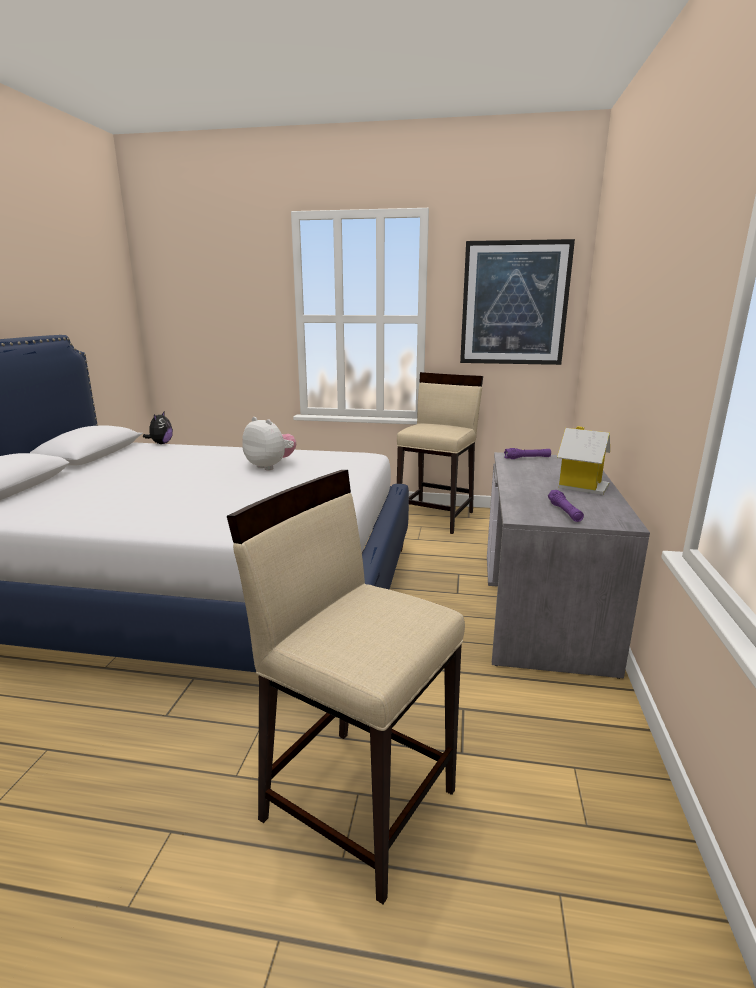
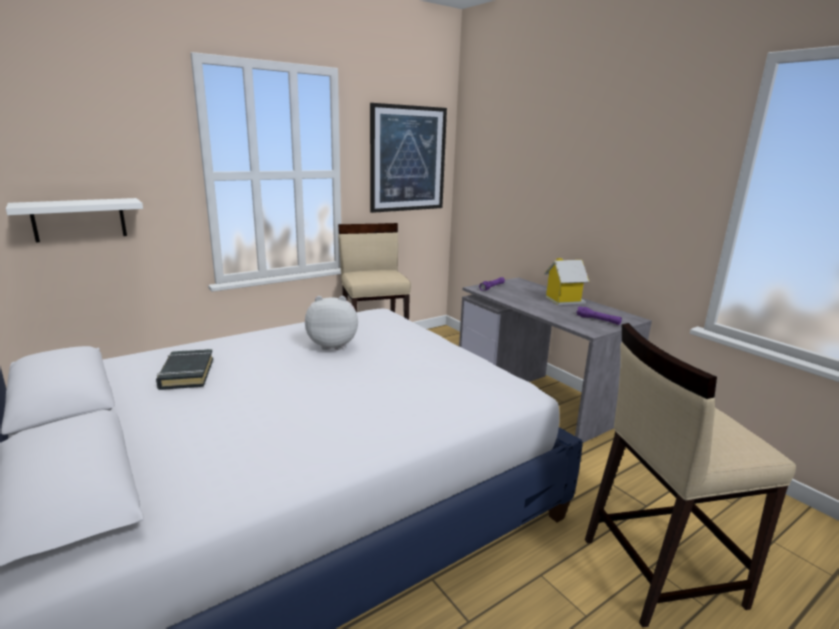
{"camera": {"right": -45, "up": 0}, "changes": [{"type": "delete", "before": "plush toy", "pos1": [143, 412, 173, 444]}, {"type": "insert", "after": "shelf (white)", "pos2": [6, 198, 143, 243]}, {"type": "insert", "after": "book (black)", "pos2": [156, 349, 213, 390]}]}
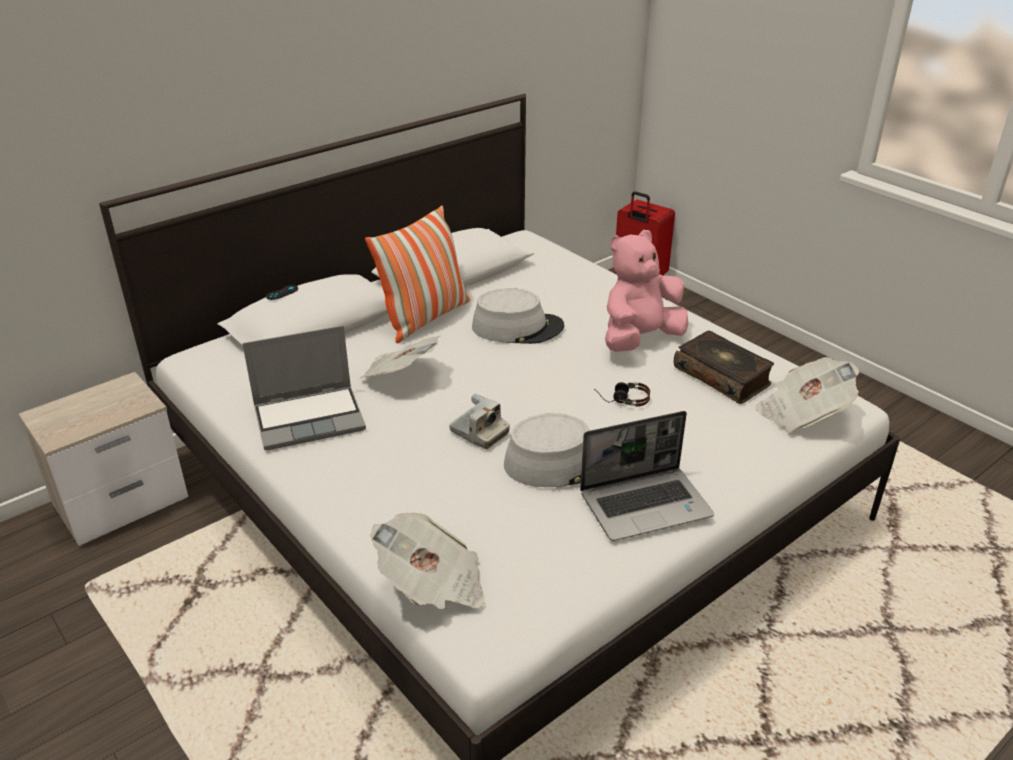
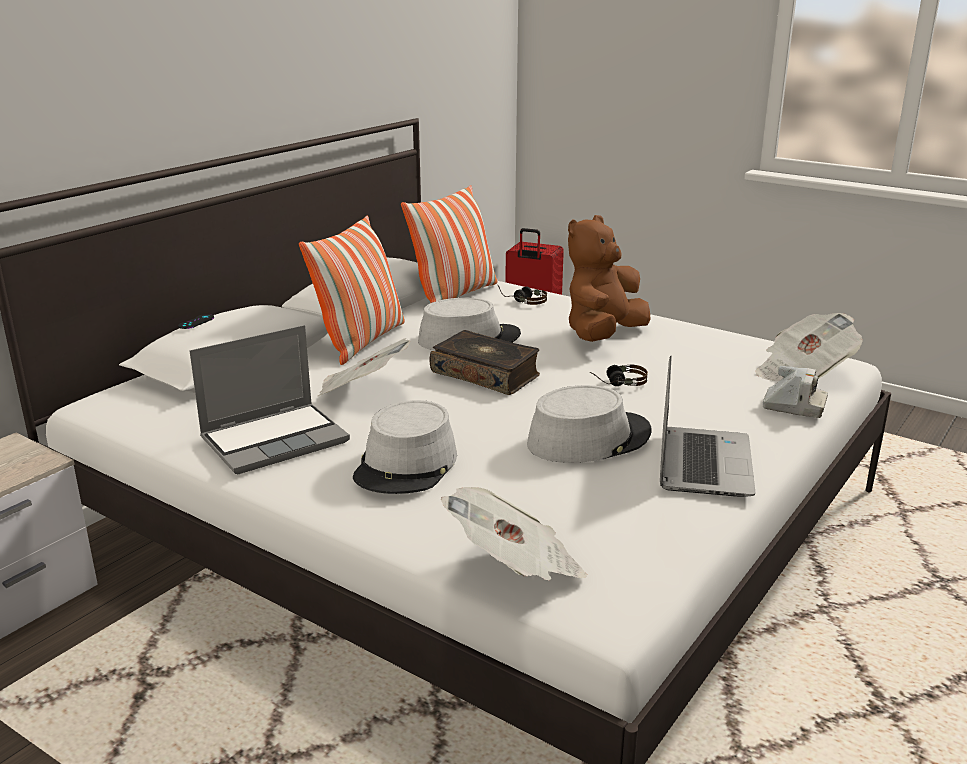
{"camera": {"right": -15, "up": -10}, "changes": [{"type": "recolor", "before": "plush toy (pink)", "after": "plush toy (brown)", "pos1": [605, 230, 688, 352], "pos2": [568, 215, 651, 342]}, {"type": "move", "before": "book", "pos1": [674, 331, 774, 404], "pos2": [430, 330, 540, 395]}, {"type": "move", "before": "photo camera", "pos1": [449, 394, 510, 449], "pos2": [763, 366, 828, 418]}, {"type": "rotate", "before": "laptop", "pos1": [580, 411, 714, 541], "pos2": [660, 356, 755, 497], "turn": -45}, {"type": "insert", "after": "pillow", "pos2": [401, 185, 498, 303]}, {"type": "insert", "after": "headphones", "pos2": [497, 284, 547, 305]}, {"type": "insert", "after": "hat (grey)", "pos2": [353, 400, 457, 494]}]}
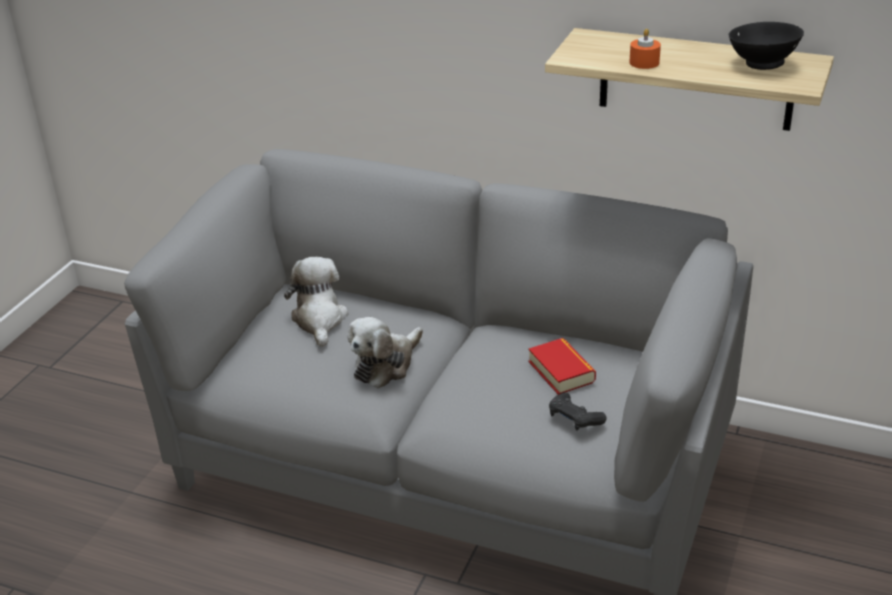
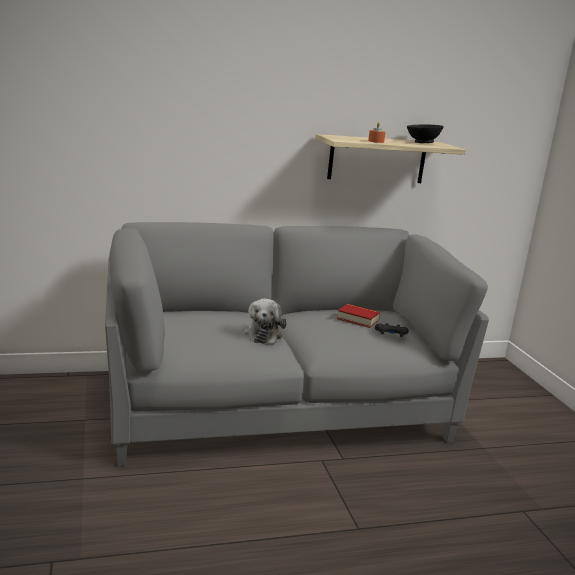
{"camera": {"right": -40, "up": -15}, "changes": [{"type": "delete", "before": "plush toy", "pos1": [284, 257, 348, 347]}]}
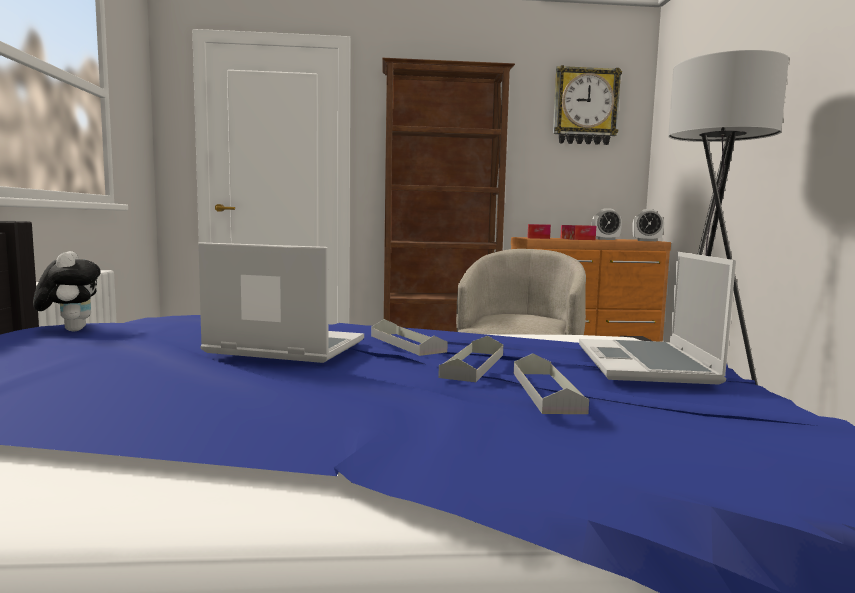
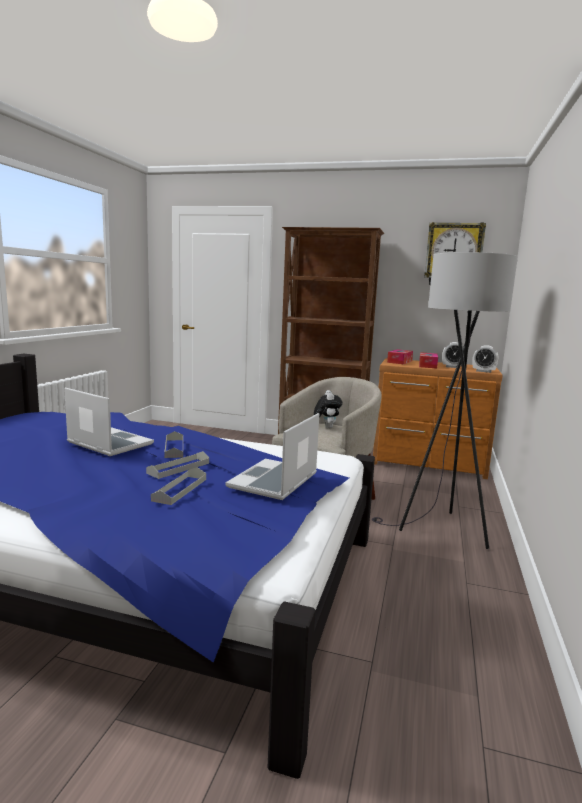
{"camera": {"right": 20, "up": 5}, "changes": [{"type": "move", "before": "plush toy", "pos1": [33, 251, 101, 331], "pos2": [314, 390, 343, 429]}]}
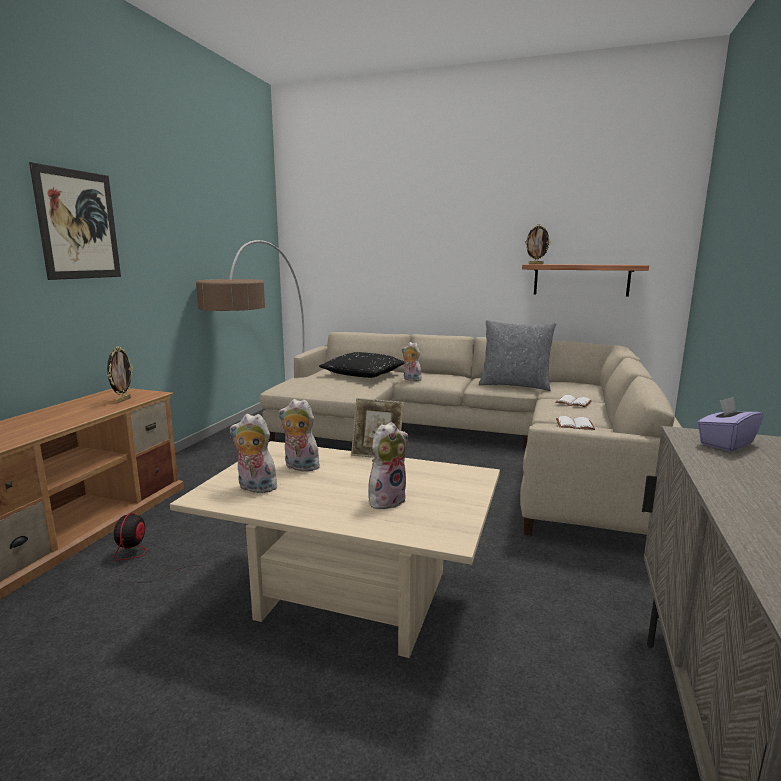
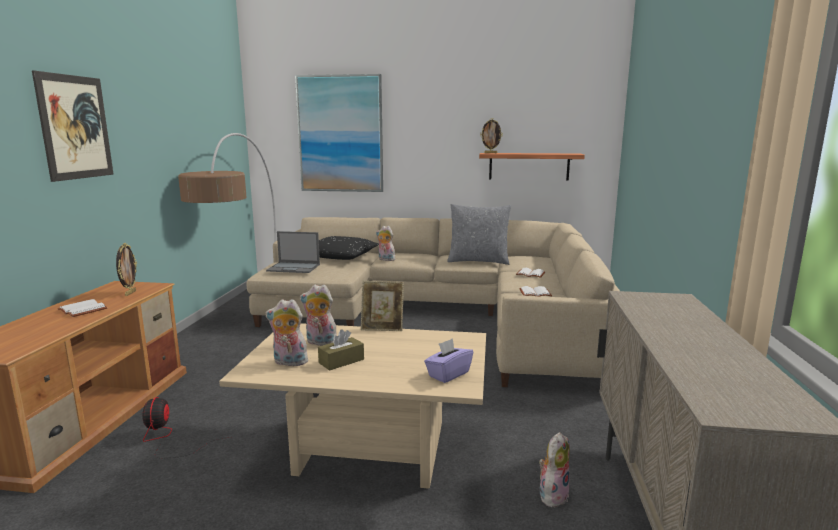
{"camera": {"right": -10, "up": 0}, "changes": [{"type": "move", "before": "tissue box (purple)", "pos1": [697, 396, 763, 452], "pos2": [424, 338, 473, 383]}, {"type": "move", "before": "plush toy", "pos1": [368, 422, 408, 509], "pos2": [539, 432, 570, 507]}, {"type": "insert", "after": "picture", "pos2": [295, 74, 383, 192]}, {"type": "insert", "after": "laptop", "pos2": [266, 231, 320, 273]}, {"type": "insert", "after": "book (white)", "pos2": [58, 299, 107, 317]}, {"type": "insert", "after": "tissue box (brown)", "pos2": [318, 329, 364, 371]}]}
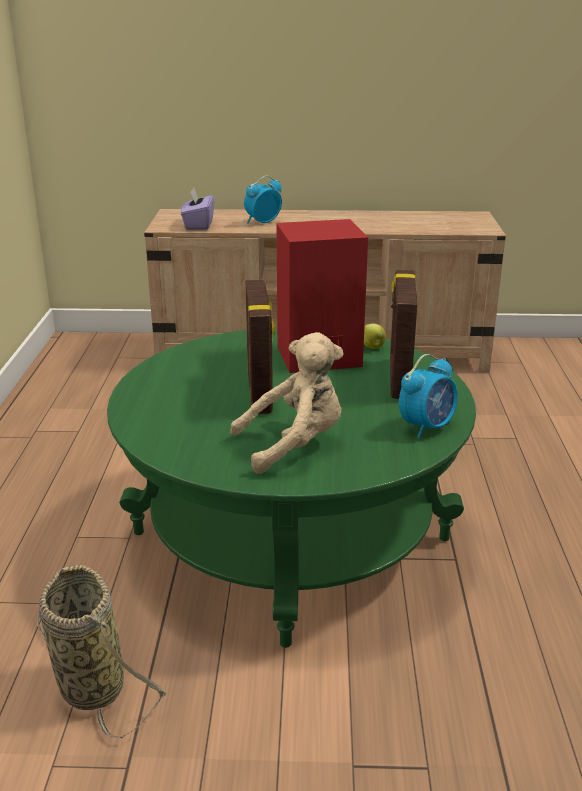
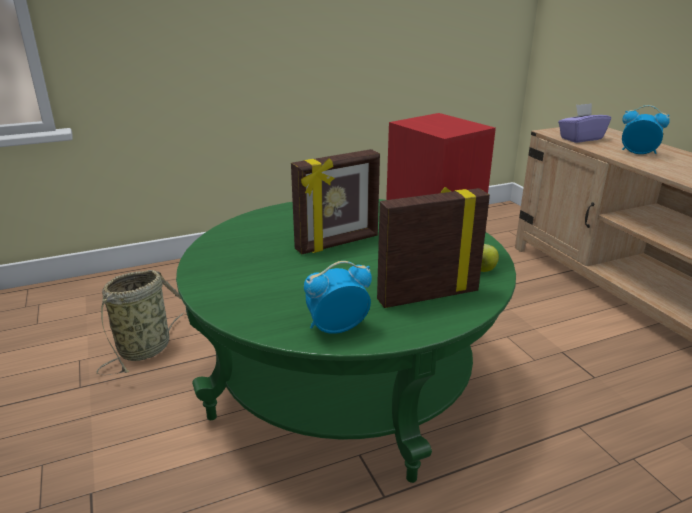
{"camera": {"right": 65, "up": 0}, "changes": [{"type": "delete", "before": "plush toy (beige)", "pos1": [230, 332, 344, 474]}, {"type": "rotate", "before": "alarm clock", "pos1": [399, 354, 458, 439], "pos2": [304, 261, 372, 334], "turn": 135}]}
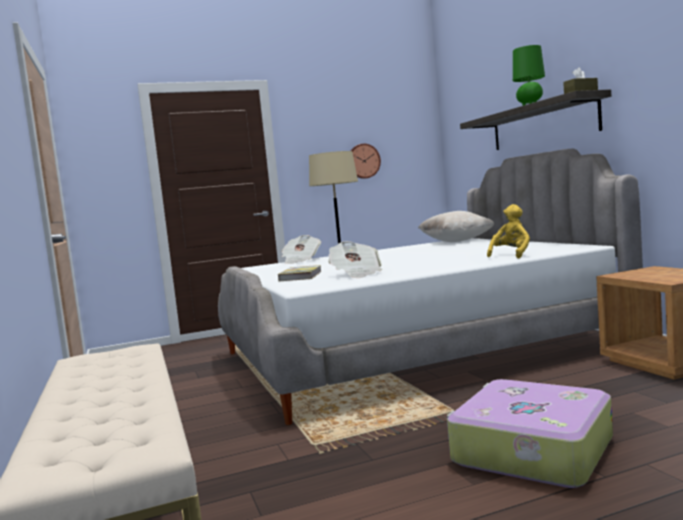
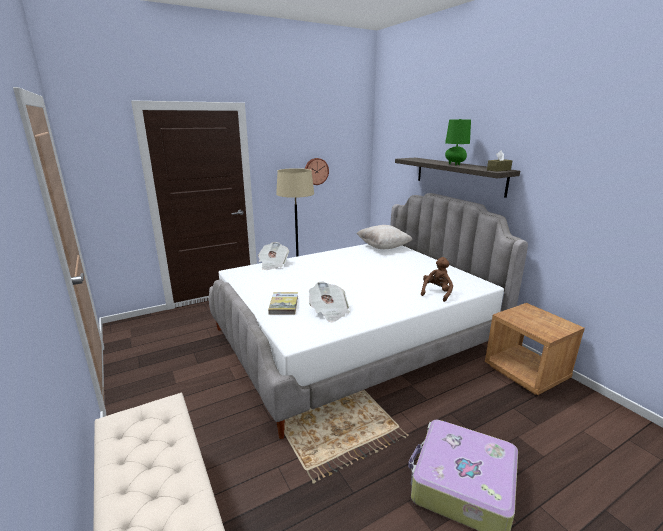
{"camera": {"right": -10, "up": 15}, "changes": [{"type": "recolor", "before": "plush toy (yellow)", "after": "plush toy (brown)", "pos1": [487, 204, 530, 258], "pos2": [421, 257, 453, 302]}]}
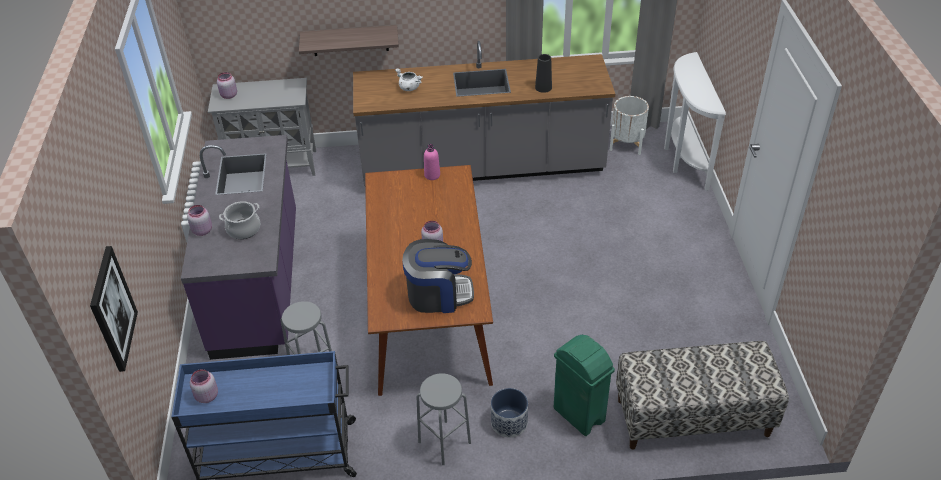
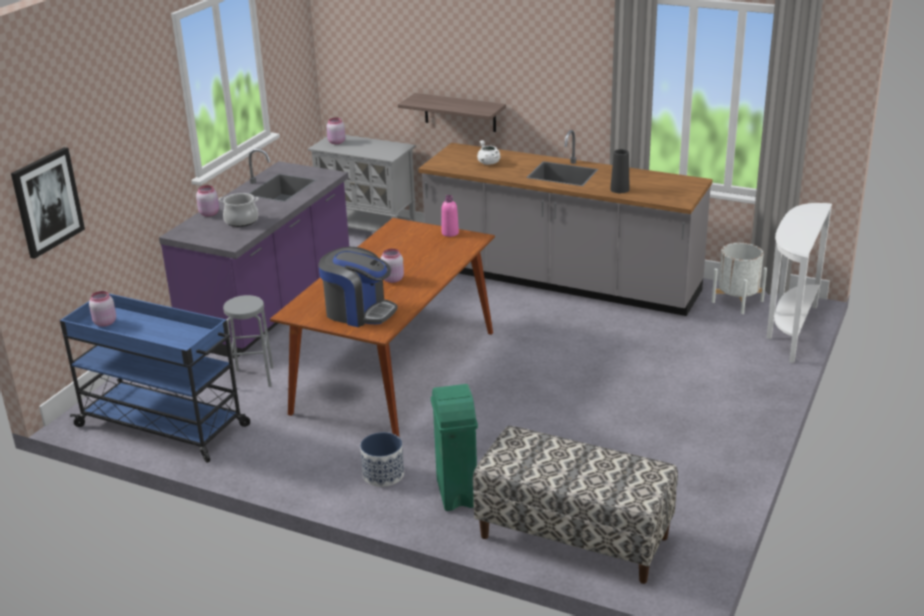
{"camera": {"right": 30, "up": -15}, "changes": [{"type": "delete", "before": "stool (grey)", "pos1": [417, 373, 471, 465]}]}
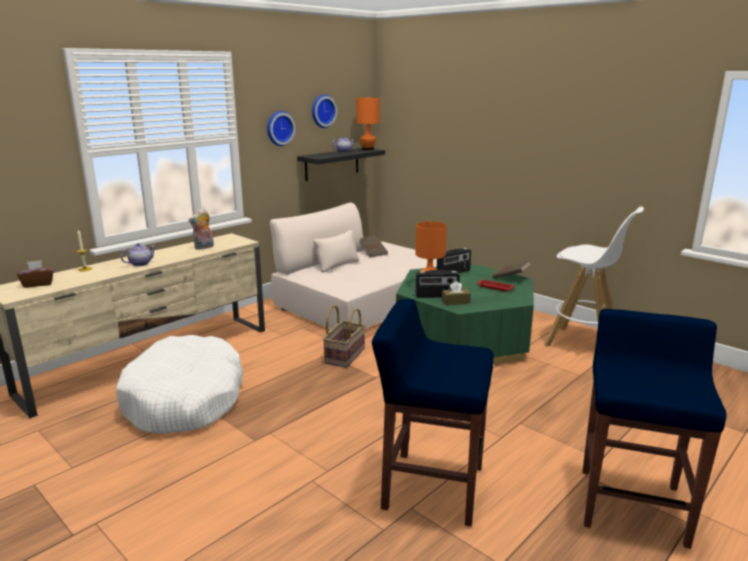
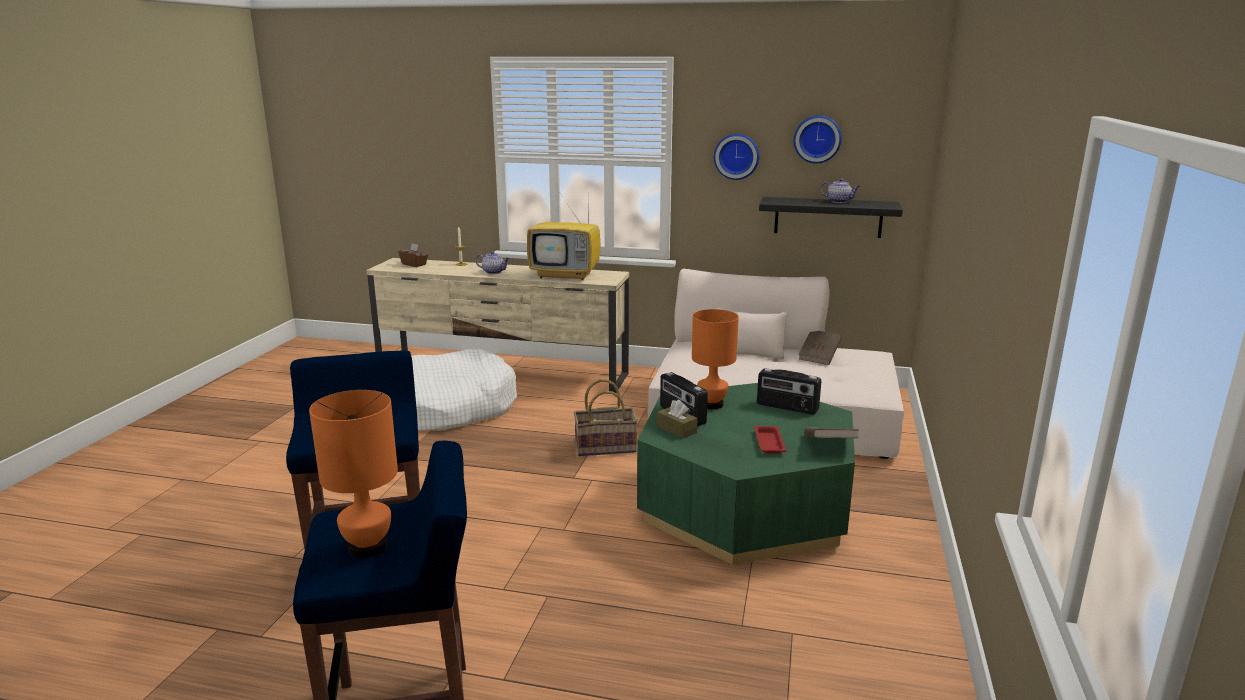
{"camera": {"right": 60, "up": 0}, "changes": [{"type": "move", "before": "table lamp (orange)", "pos1": [356, 98, 380, 151], "pos2": [309, 390, 398, 558]}, {"type": "delete", "before": "stool (white)", "pos1": [543, 207, 644, 346]}, {"type": "replace", "before": "plush toy", "after": "television", "pos1": [188, 208, 214, 250], "pos2": [527, 198, 600, 280]}]}
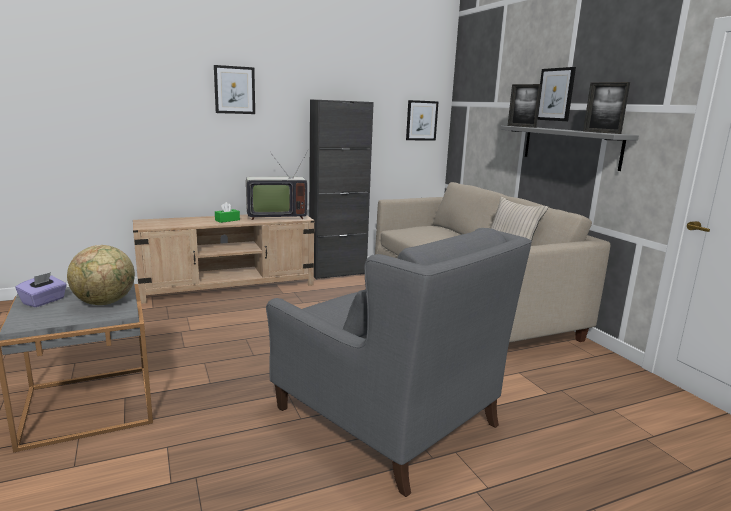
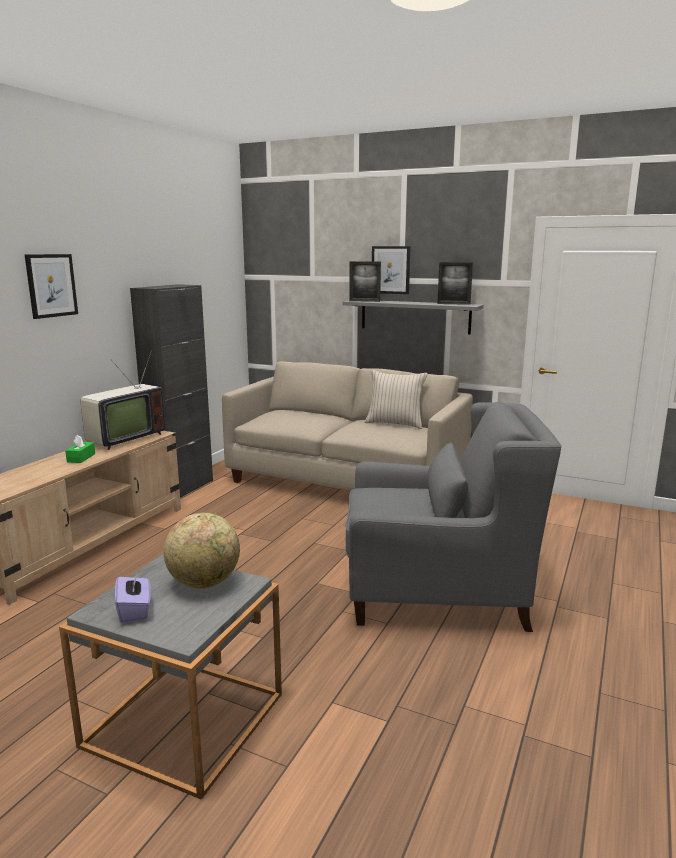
{"camera": {"right": -40, "up": 0}, "changes": [{"type": "delete", "before": "picture", "pos1": [406, 100, 439, 141]}]}
